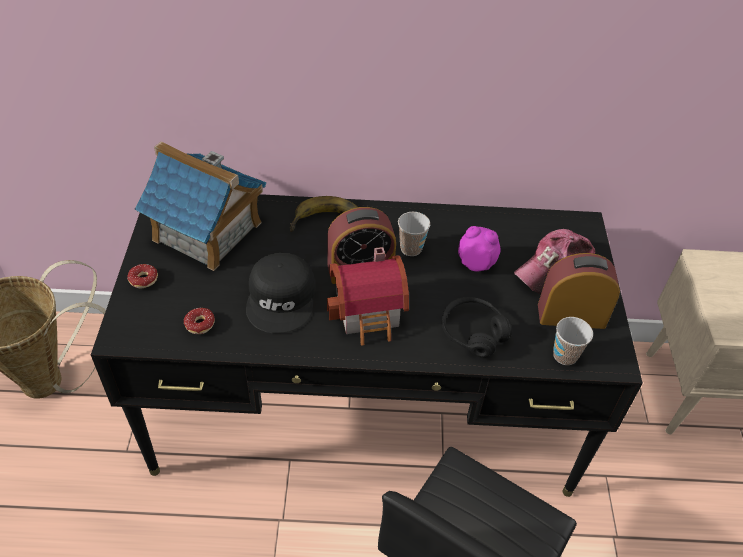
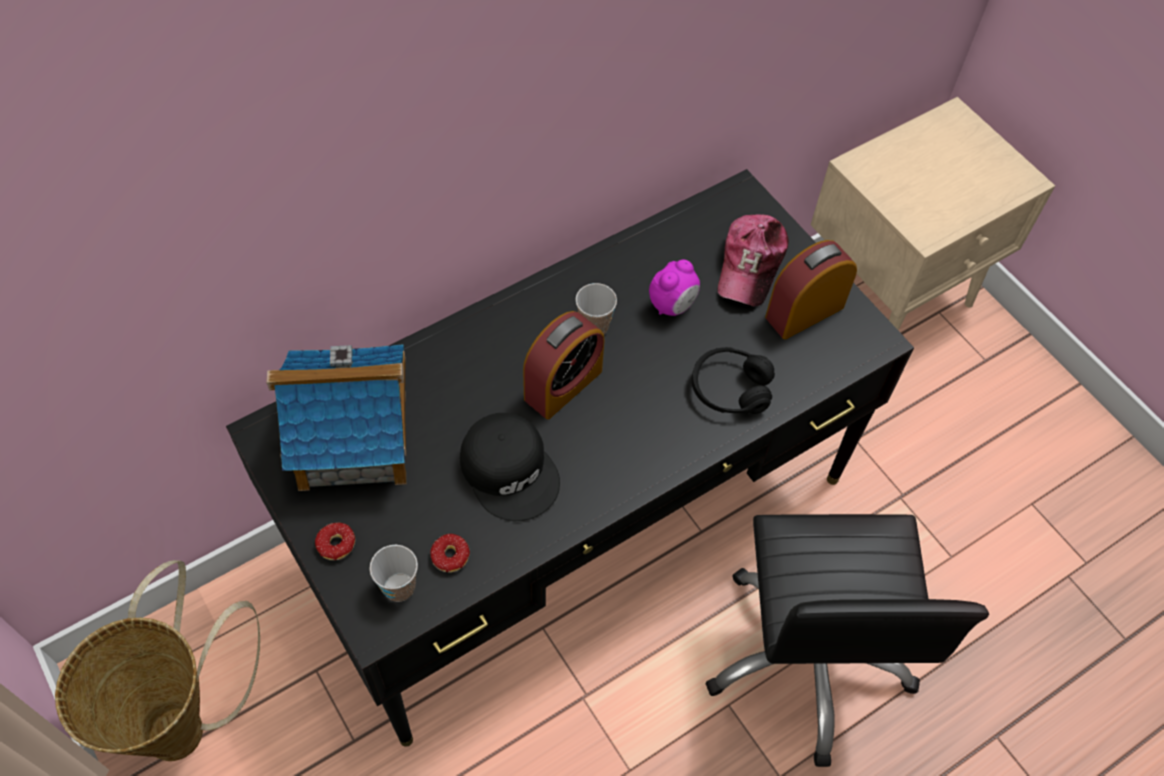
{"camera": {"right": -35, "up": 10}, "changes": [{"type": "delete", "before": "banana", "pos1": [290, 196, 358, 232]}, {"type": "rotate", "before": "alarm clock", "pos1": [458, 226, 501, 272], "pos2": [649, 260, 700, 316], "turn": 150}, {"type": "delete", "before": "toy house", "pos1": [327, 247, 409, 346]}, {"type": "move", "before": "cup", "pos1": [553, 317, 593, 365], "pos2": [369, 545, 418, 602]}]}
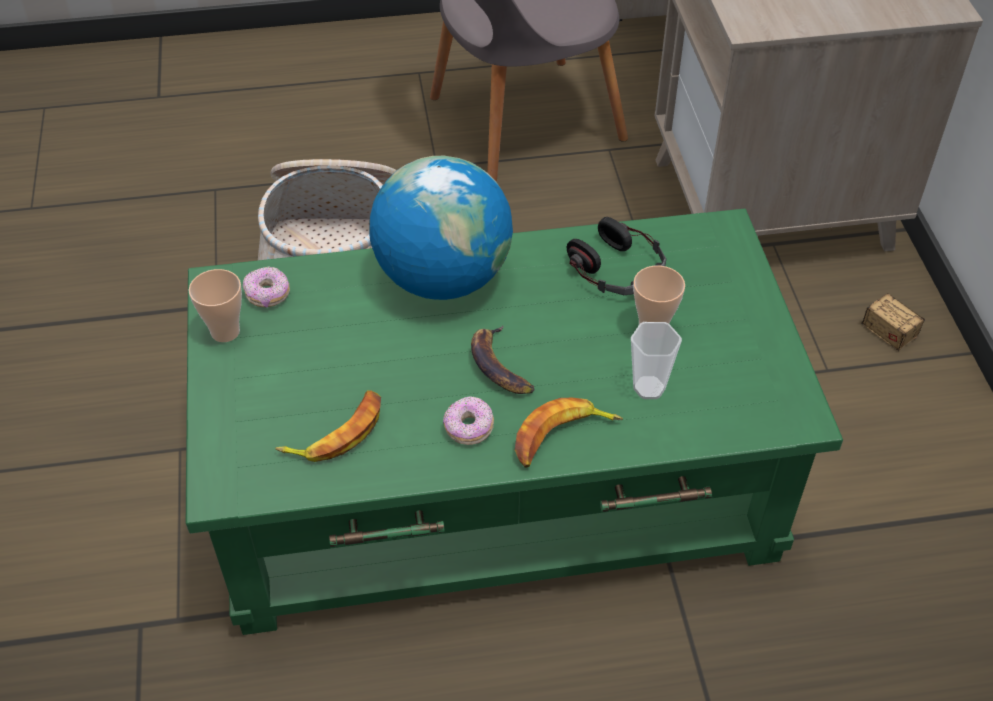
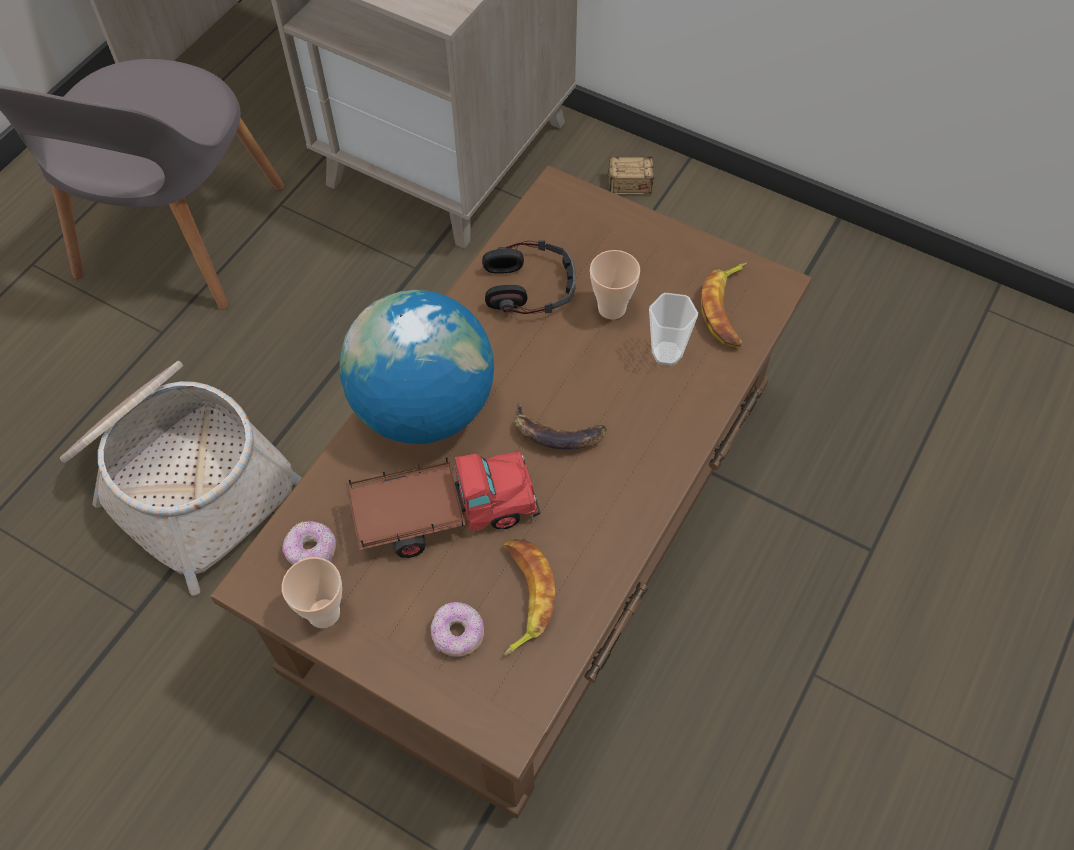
{"camera": {"right": -50, "up": 10}, "changes": [{"type": "recolor", "before": "coffee table (green)", "after": "coffee table (brown)", "pos1": [186, 209, 843, 635], "pos2": [210, 165, 812, 819]}, {"type": "move", "before": "donut", "pos1": [443, 396, 494, 445], "pos2": [431, 602, 484, 657]}, {"type": "move", "before": "banana", "pos1": [515, 398, 623, 467], "pos2": [701, 263, 747, 347]}, {"type": "insert", "after": "toy truck", "pos2": [345, 452, 541, 558]}]}
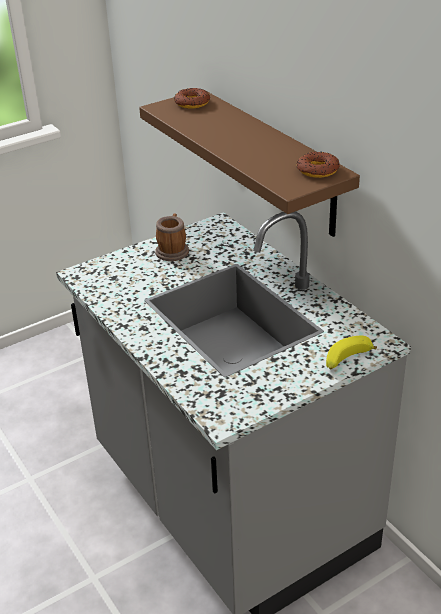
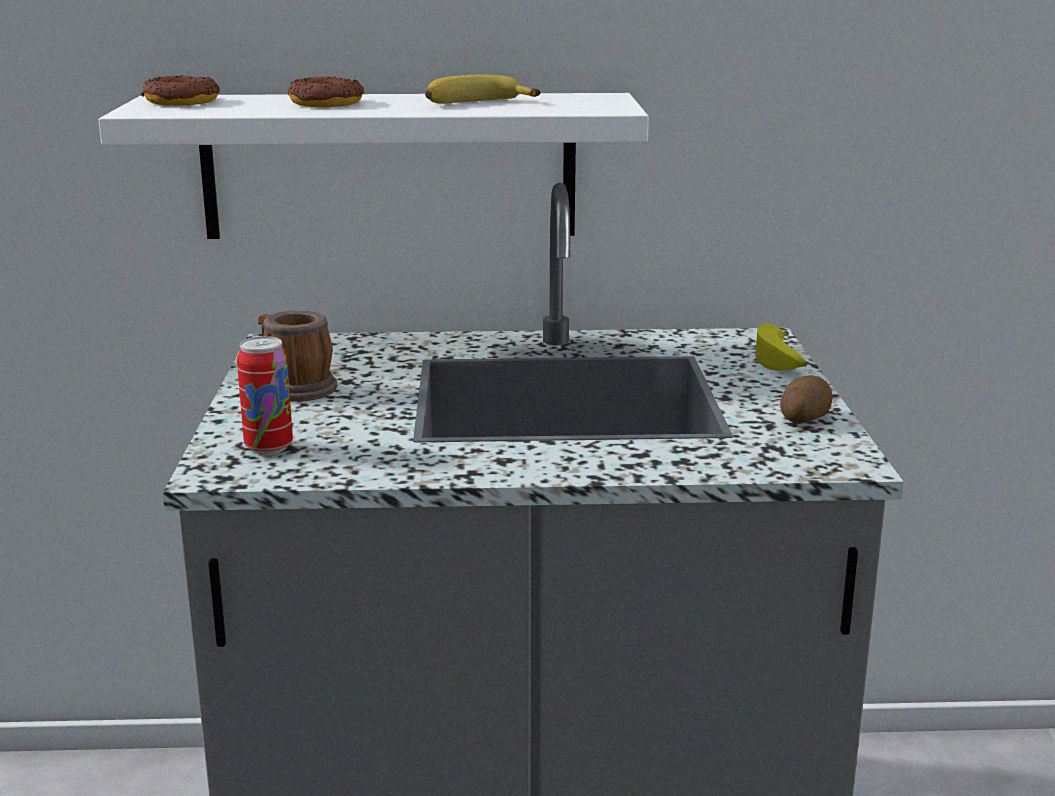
{"camera": {"right": -60, "up": -15}, "changes": [{"type": "recolor", "before": "shelf (brown)", "after": "shelf (white)", "pos1": [139, 89, 360, 237], "pos2": [99, 93, 649, 239]}, {"type": "move", "before": "donut", "pos1": [297, 152, 340, 178], "pos2": [288, 77, 364, 107]}, {"type": "insert", "after": "banana", "pos2": [425, 75, 541, 104]}, {"type": "insert", "after": "can", "pos2": [237, 336, 293, 455]}, {"type": "insert", "after": "potato", "pos2": [780, 375, 832, 423]}]}
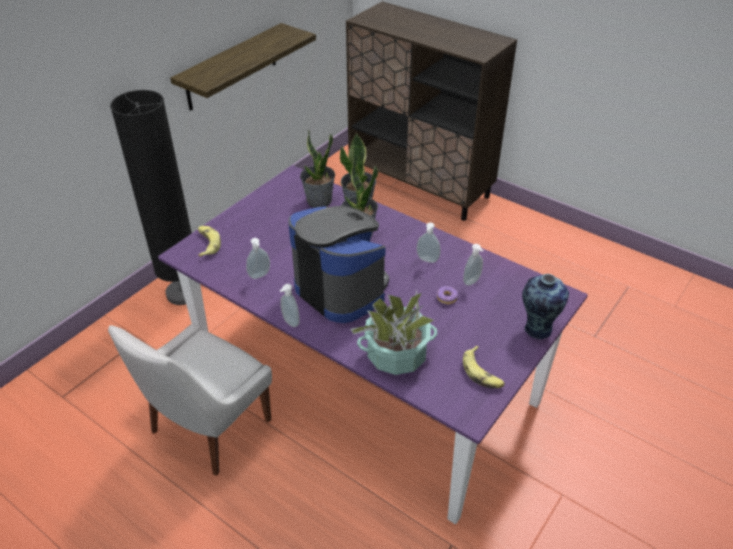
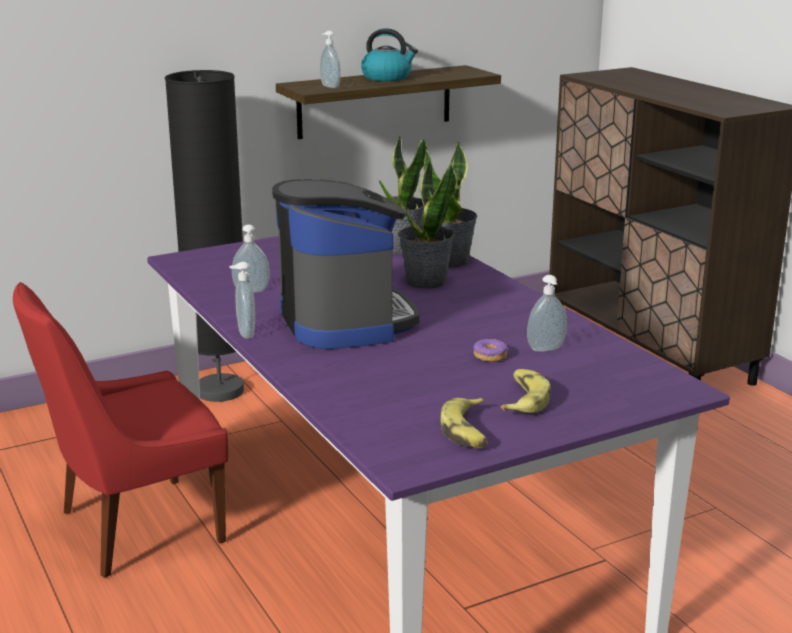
{"camera": {"right": 25, "up": -20}, "changes": [{"type": "move", "before": "soap dispenser", "pos1": [417, 223, 441, 263], "pos2": [320, 31, 341, 88]}, {"type": "move", "before": "banana", "pos1": [198, 226, 221, 257], "pos2": [501, 369, 551, 413]}, {"type": "delete", "before": "vase", "pos1": [522, 274, 569, 339]}, {"type": "delete", "before": "potted plant", "pos1": [350, 289, 437, 375]}, {"type": "recolor", "before": "chair (white)", "after": "chair (red)", "pos1": [108, 324, 272, 475], "pos2": [13, 282, 228, 578]}, {"type": "insert", "after": "kettle", "pos2": [361, 28, 418, 81]}]}
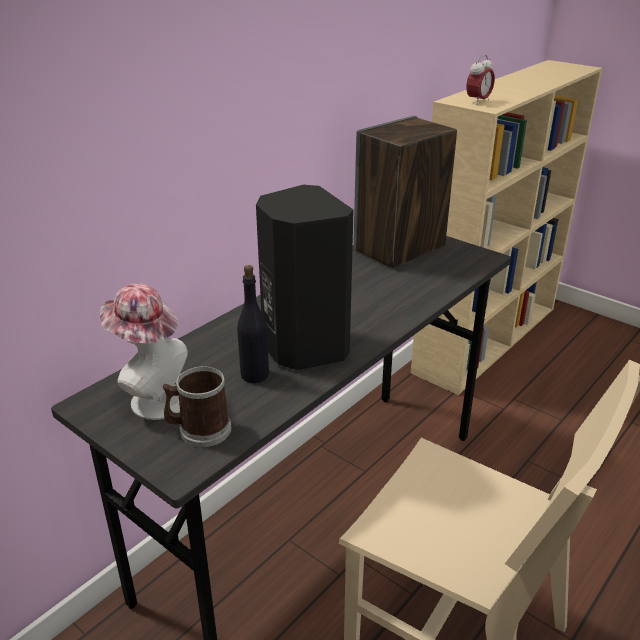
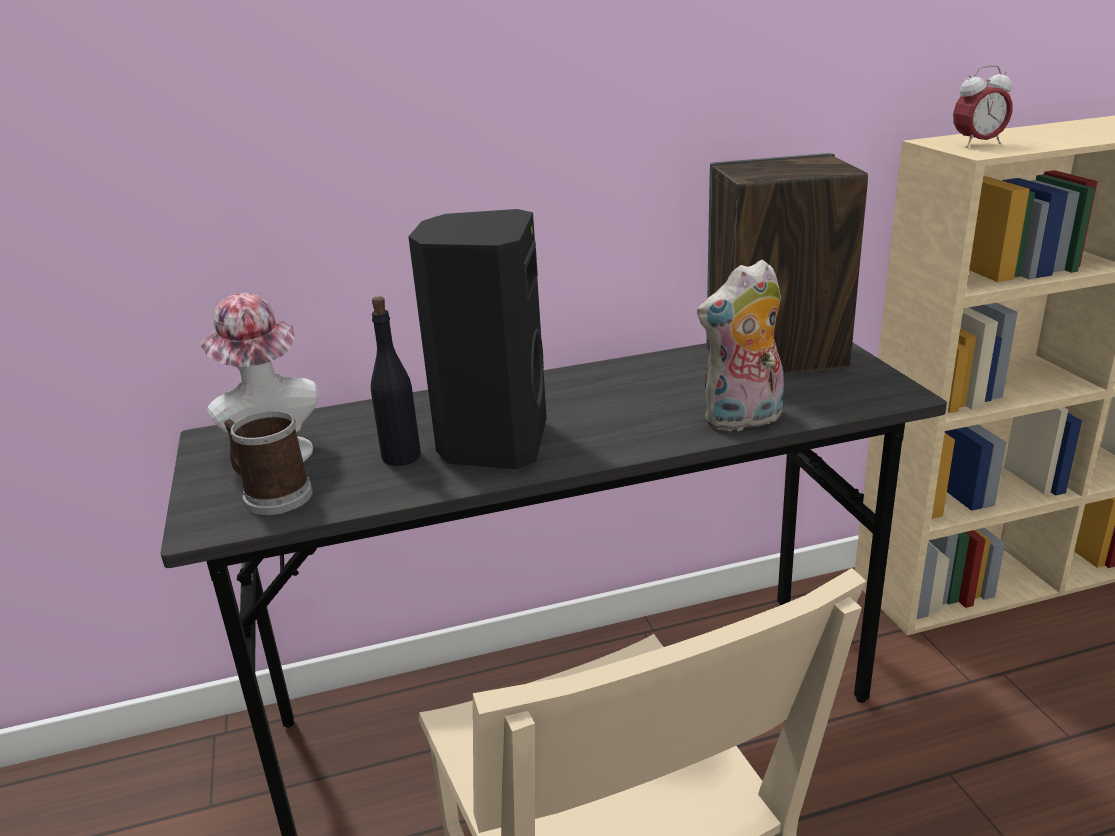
{"camera": {"right": 35, "up": -5}, "changes": [{"type": "insert", "after": "plush toy", "pos2": [697, 259, 784, 431]}]}
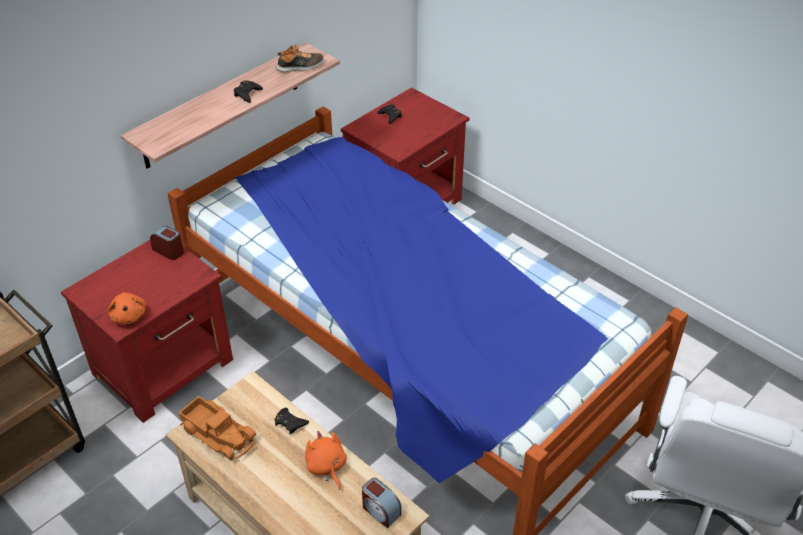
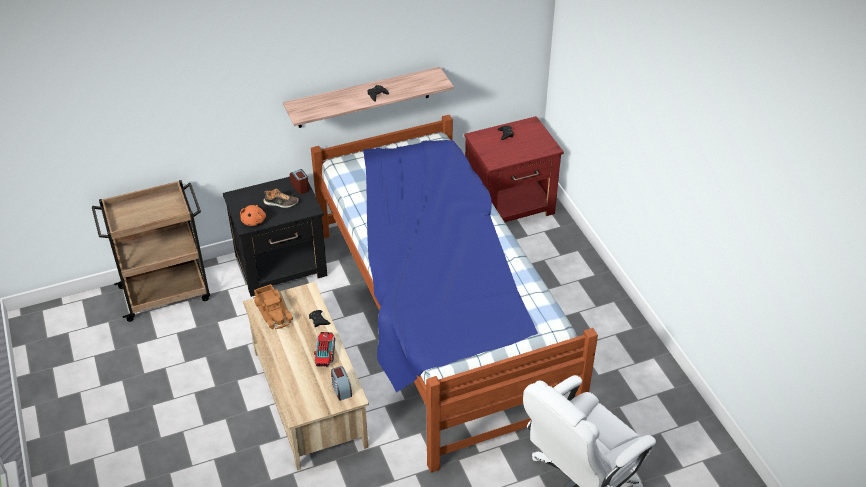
{"camera": {"right": 25, "up": 0}, "changes": [{"type": "move", "before": "shoe", "pos1": [276, 44, 324, 72], "pos2": [263, 188, 299, 208]}, {"type": "recolor", "before": "nightstand (red)", "after": "nightstand (black)", "pos1": [61, 240, 233, 423], "pos2": [223, 177, 327, 297]}, {"type": "replace", "before": "plush toy (orange)", "after": "toy truck", "pos1": [305, 431, 347, 490], "pos2": [314, 332, 335, 367]}]}
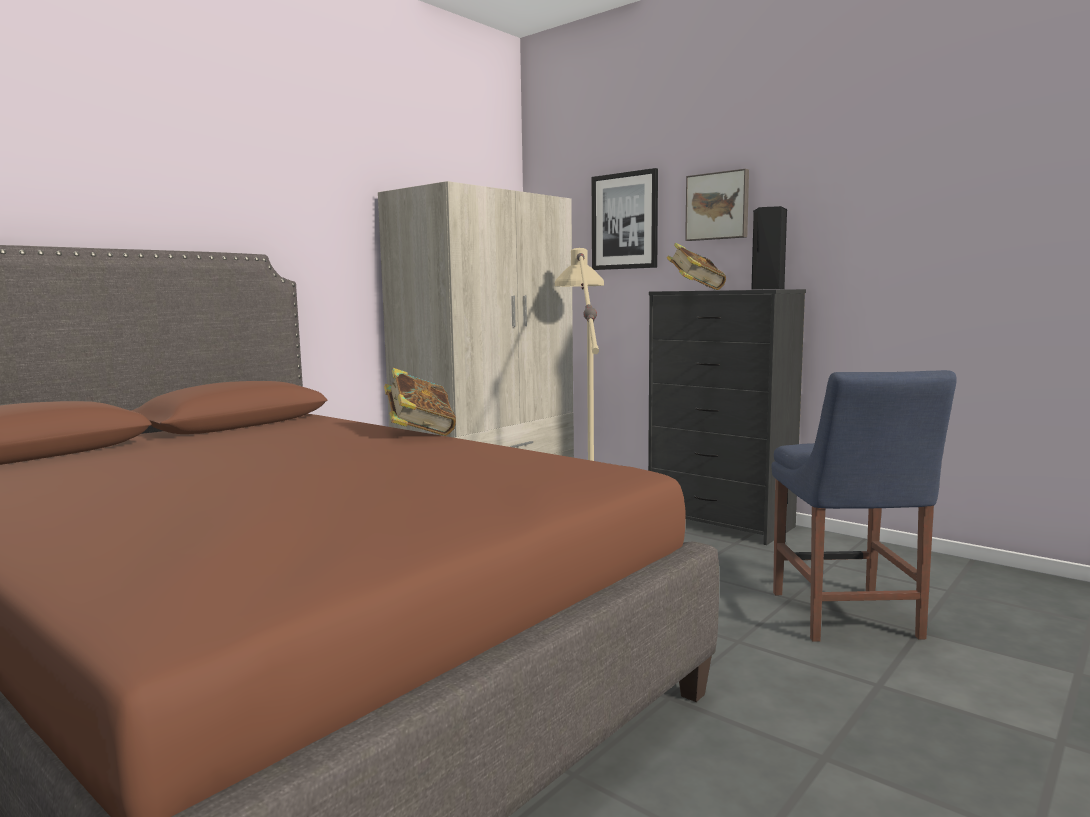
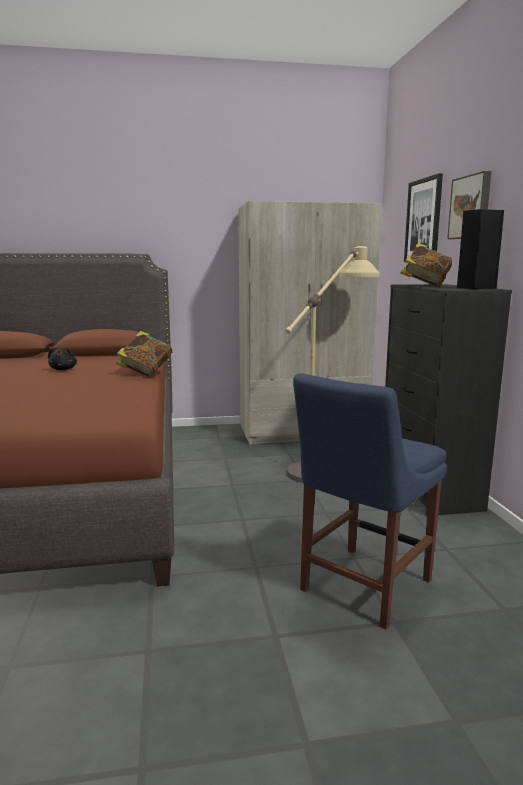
{"camera": {"right": 40, "up": 5}, "changes": [{"type": "insert", "after": "plush toy (black)", "pos2": [48, 348, 77, 370]}]}
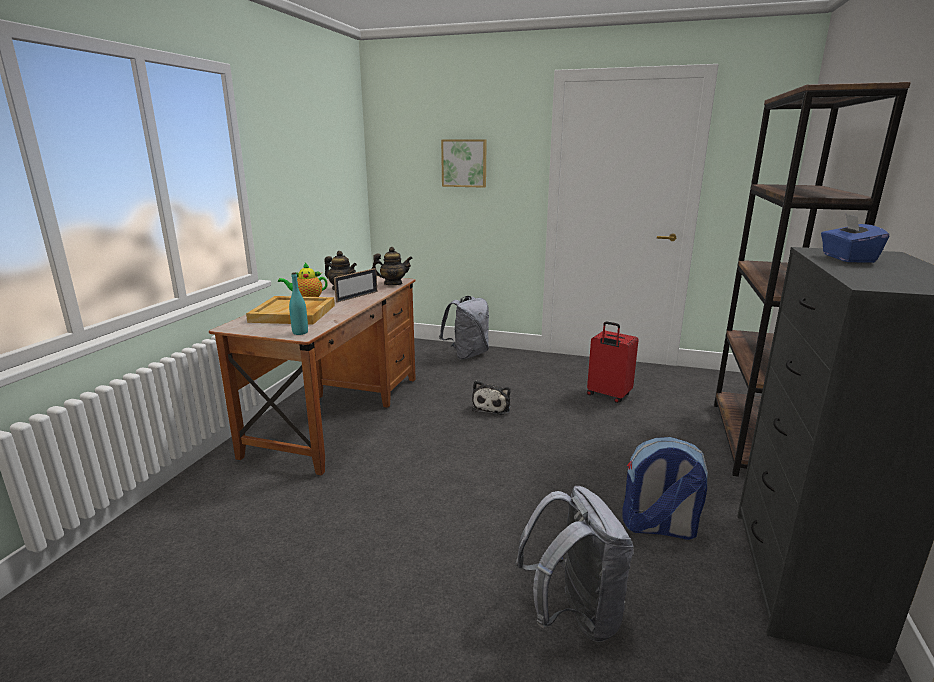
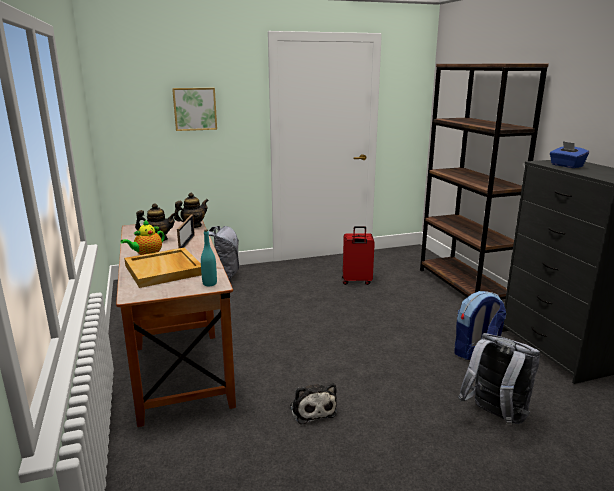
{"camera": {"right": -35, "up": 0}, "changes": [{"type": "move", "before": "plush toy", "pos1": [472, 380, 510, 415], "pos2": [290, 383, 337, 425]}]}
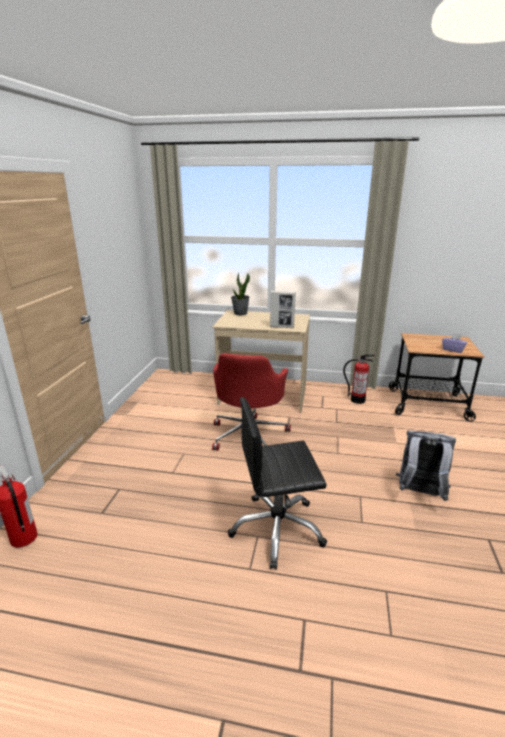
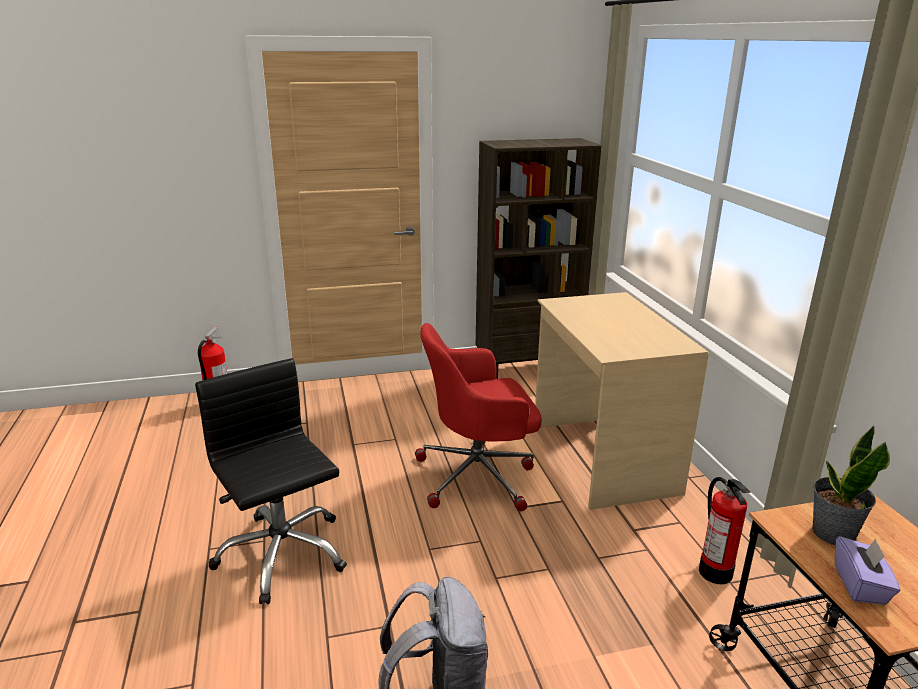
{"camera": {"right": 65, "up": 0}, "changes": [{"type": "move", "before": "potted plant", "pos1": [231, 272, 250, 315], "pos2": [812, 425, 890, 545]}, {"type": "delete", "before": "picture frame", "pos1": [270, 291, 296, 328]}, {"type": "insert", "after": "bookcase (brown)", "pos2": [476, 138, 602, 379]}]}
